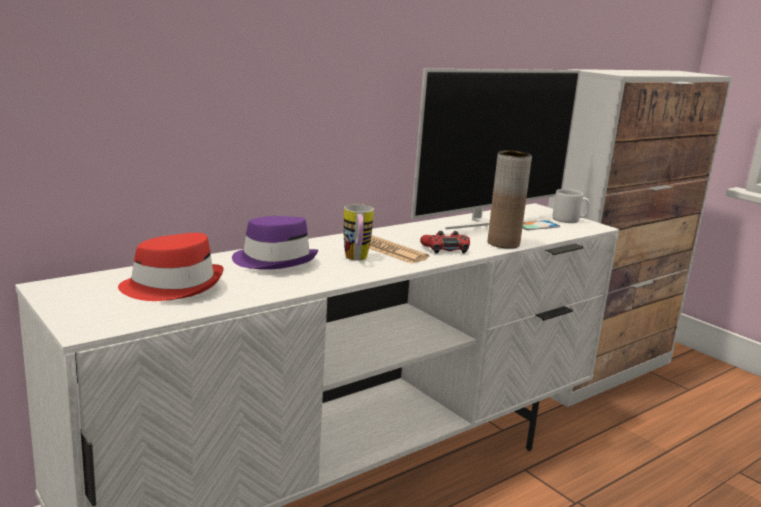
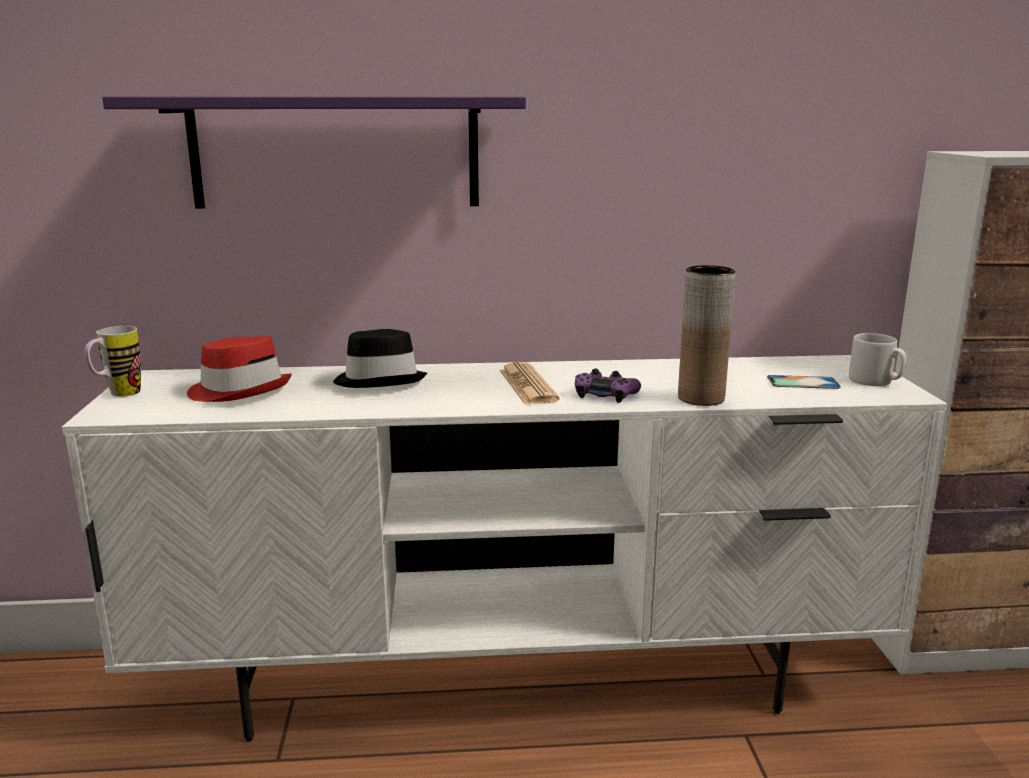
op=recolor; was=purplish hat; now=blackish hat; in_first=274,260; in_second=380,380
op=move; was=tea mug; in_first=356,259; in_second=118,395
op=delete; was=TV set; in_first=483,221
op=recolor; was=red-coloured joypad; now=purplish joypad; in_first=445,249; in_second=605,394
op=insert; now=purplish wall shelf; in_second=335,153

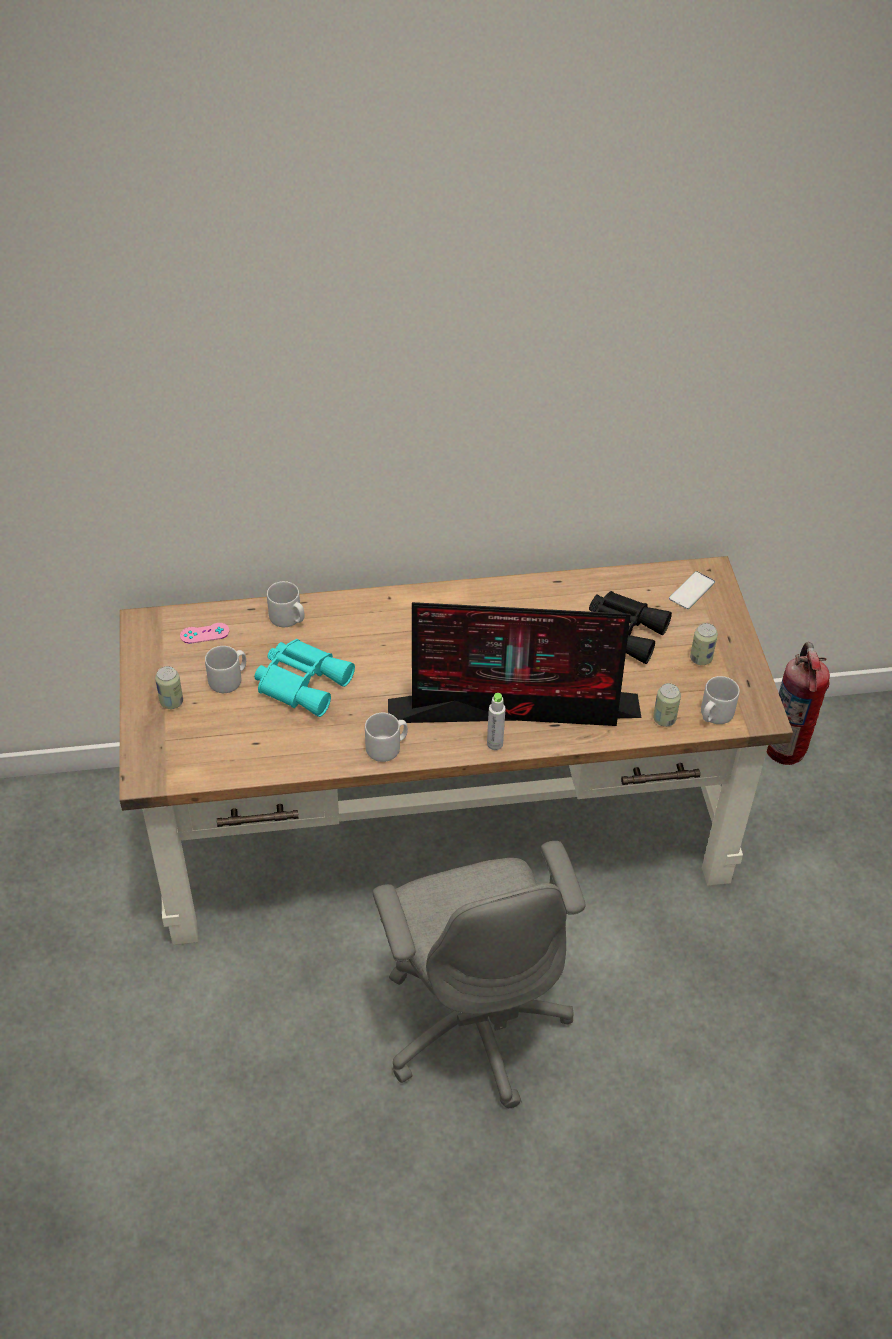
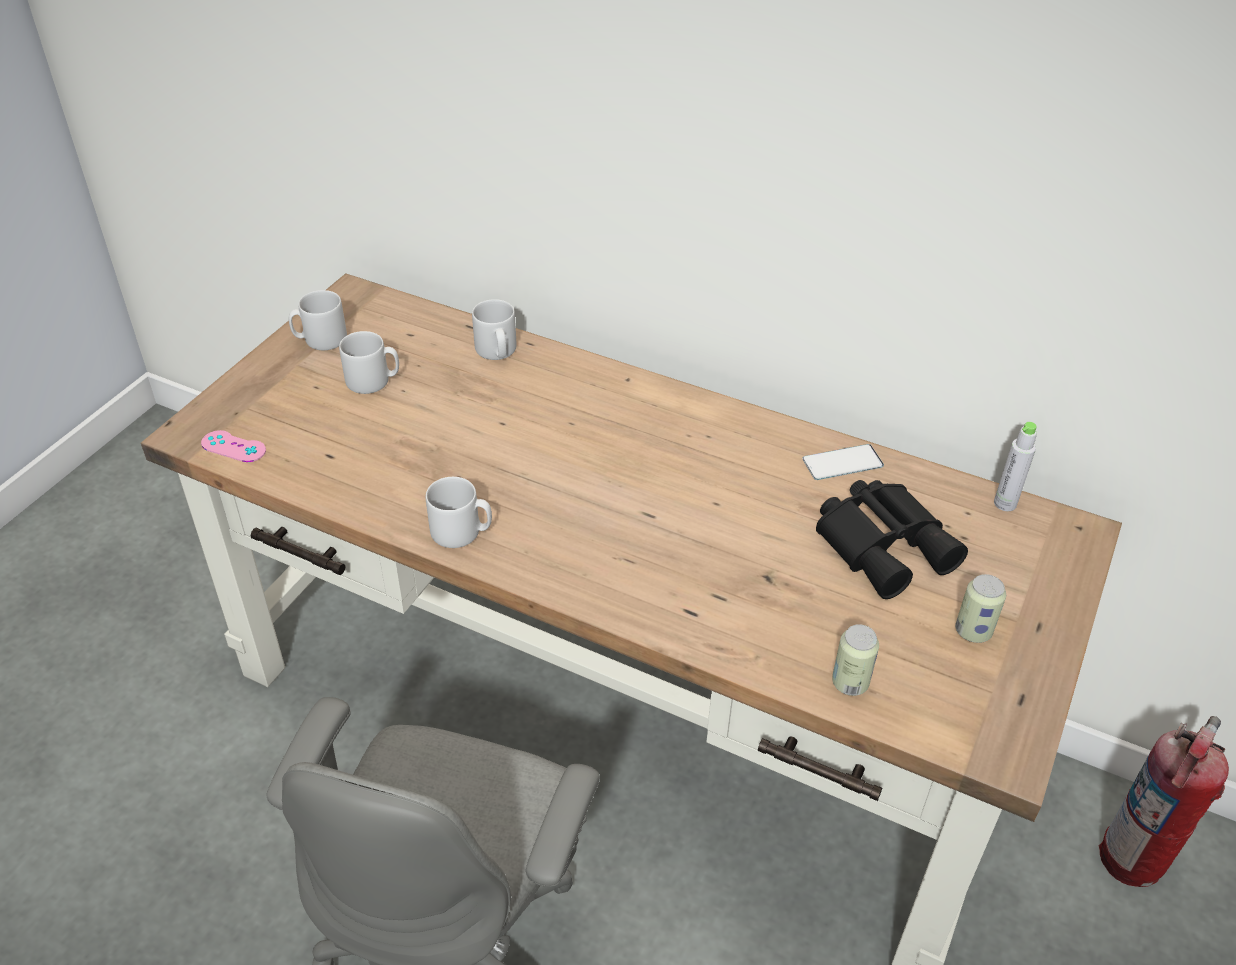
op=delete; was=sealed can; in_first=171,702
op=move; was=pink joypad; in_first=204,633; in_second=233,447
op=delete; was=blue-green field glasses; in_first=303,681
op=delete; was=computer screen; in_first=518,709
op=move; was=gray drink bottle; in_first=494,744; in_second=1005,503
op=move; was=handset; in_first=691,590; in_second=842,463
op=move; was=gray tea mug; in_first=714,715; in_second=320,339

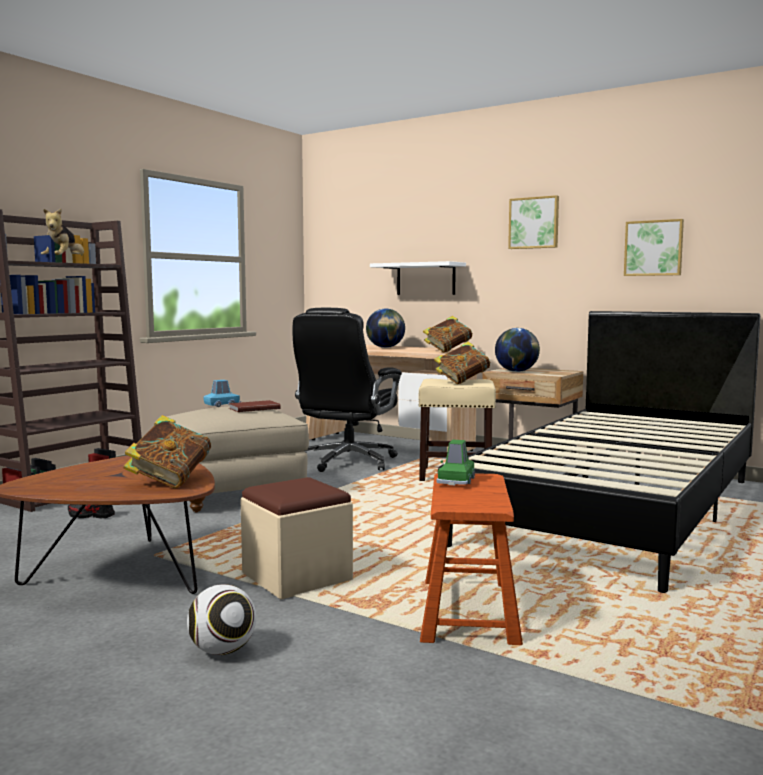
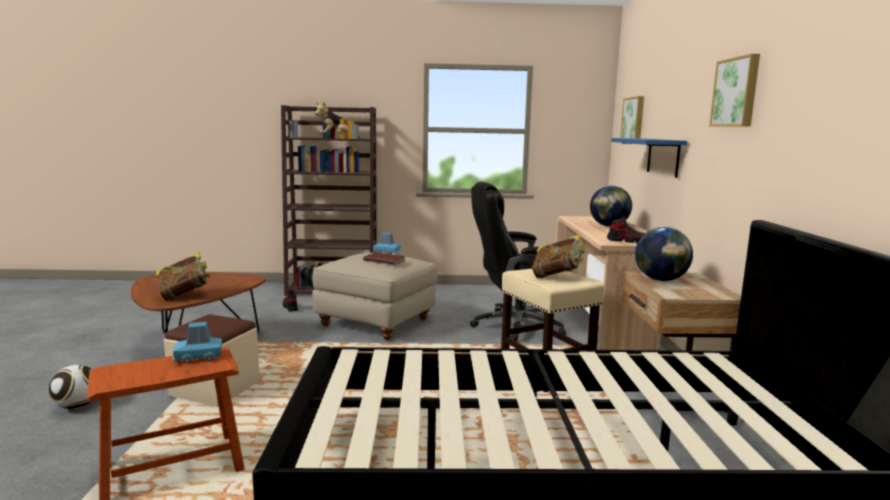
op=recolor; was=whitish wall shelf; now=blue wall shelf; in_first=425,279; in_second=663,157
op=replace; was=volume; now=item of footwear; in_first=448,351; in_second=626,241
op=recolor; was=green-coloured model car; now=blue model car; in_first=456,480; in_second=198,357
op=move; was=wall picture; in_first=653,248; in_second=634,120

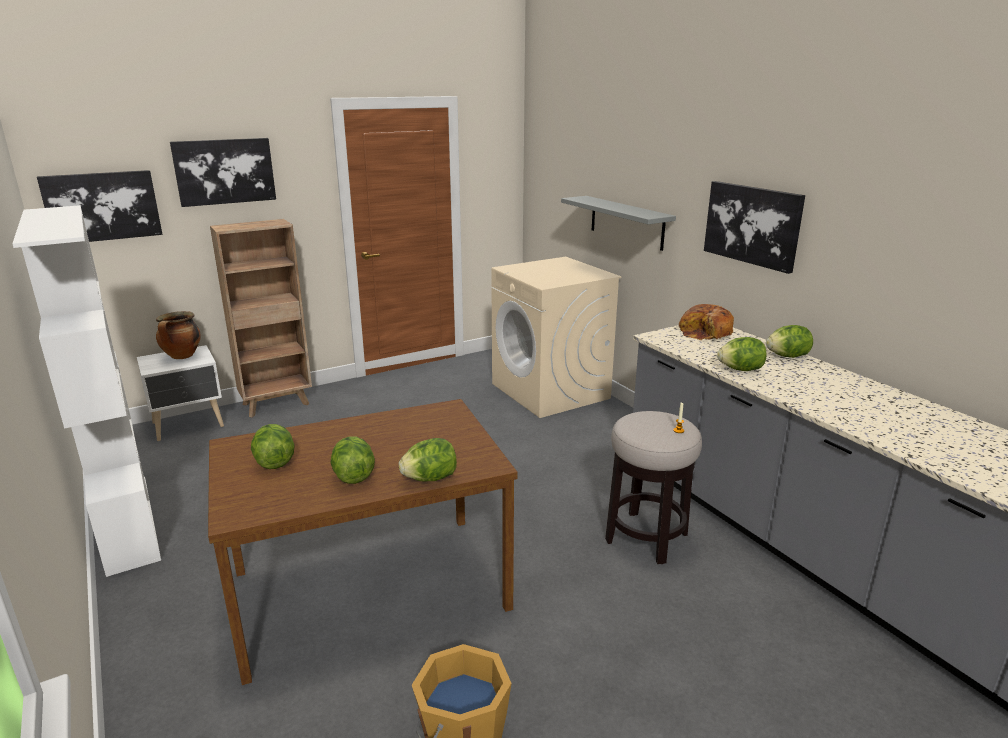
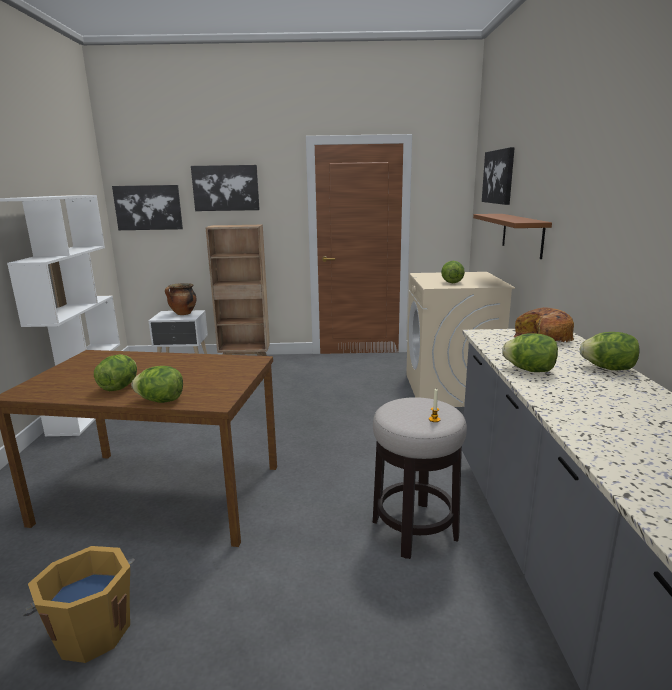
op=move; was=lettuce head; in_first=274,462; in_second=452,282
op=recolor; was=gray wall shelf; now=brown wall shelf; in_first=626,222; in_second=522,234
op=move; was=wall picture; in_first=752,224; in_second=499,176

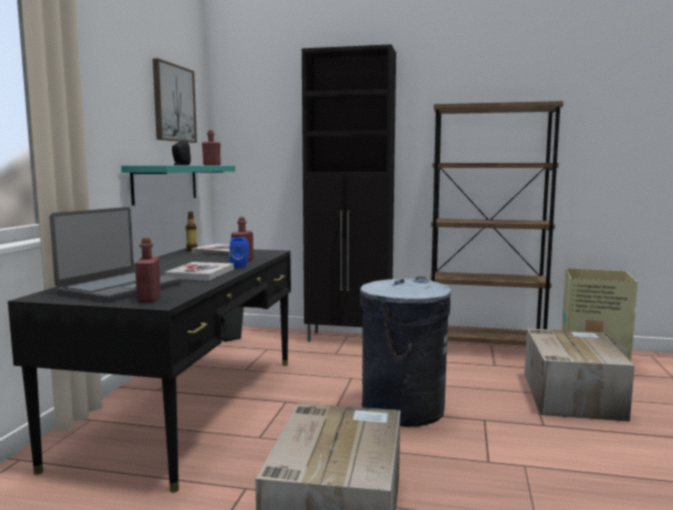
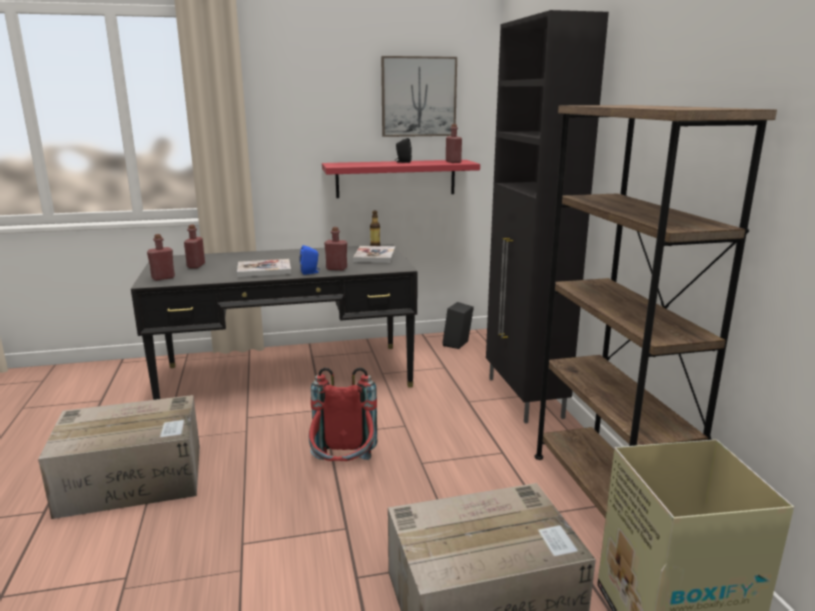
op=replace; was=notebook computer; now=red-coloured drink bottle; in_first=120,288; in_second=196,266
op=recolor; was=blue-green wall shelf; now=red-coloured wall shelf; in_first=165,183; in_second=396,178
op=replace; was=gray waste bin; now=red-coloured knapsack; in_first=402,409; in_second=343,470

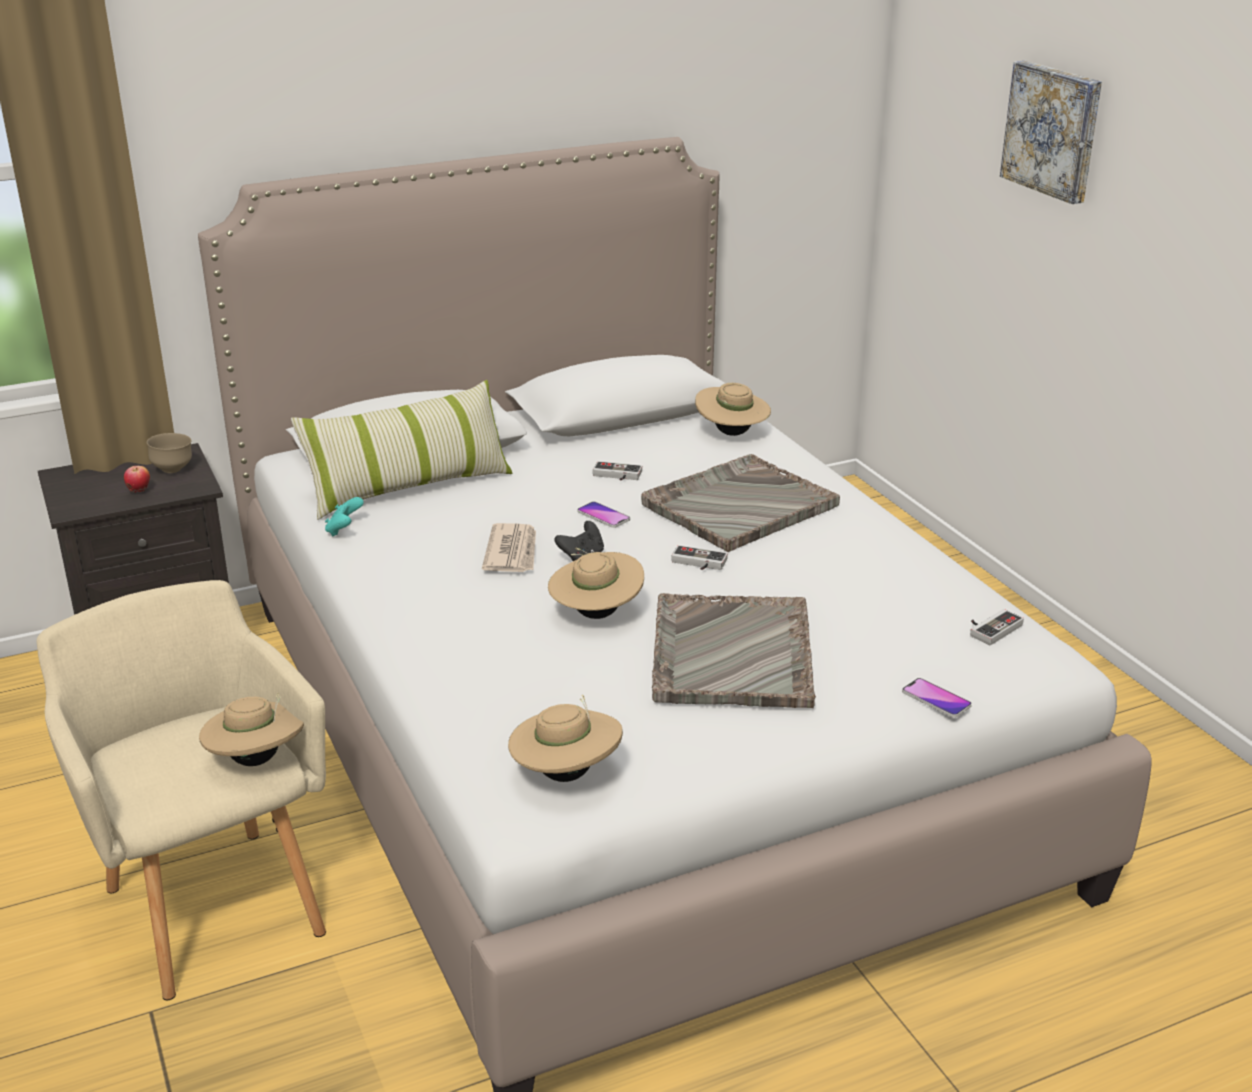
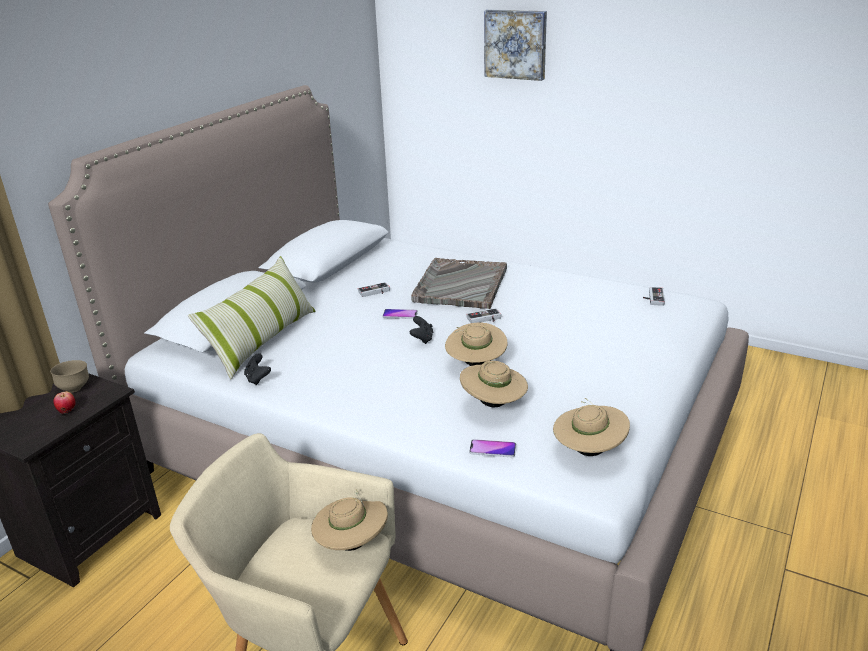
op=recolor; was=blue-green joypad; now=blackish joypad; in_first=344,530; in_second=258,379
op=delete; was=printed paper; in_first=512,552
op=delete; was=gray serving tray; in_first=731,655
op=move; was=sand-coloured hat; in_first=732,434; in_second=493,404
op=move; was=handset; in_first=936,699; in_second=492,449

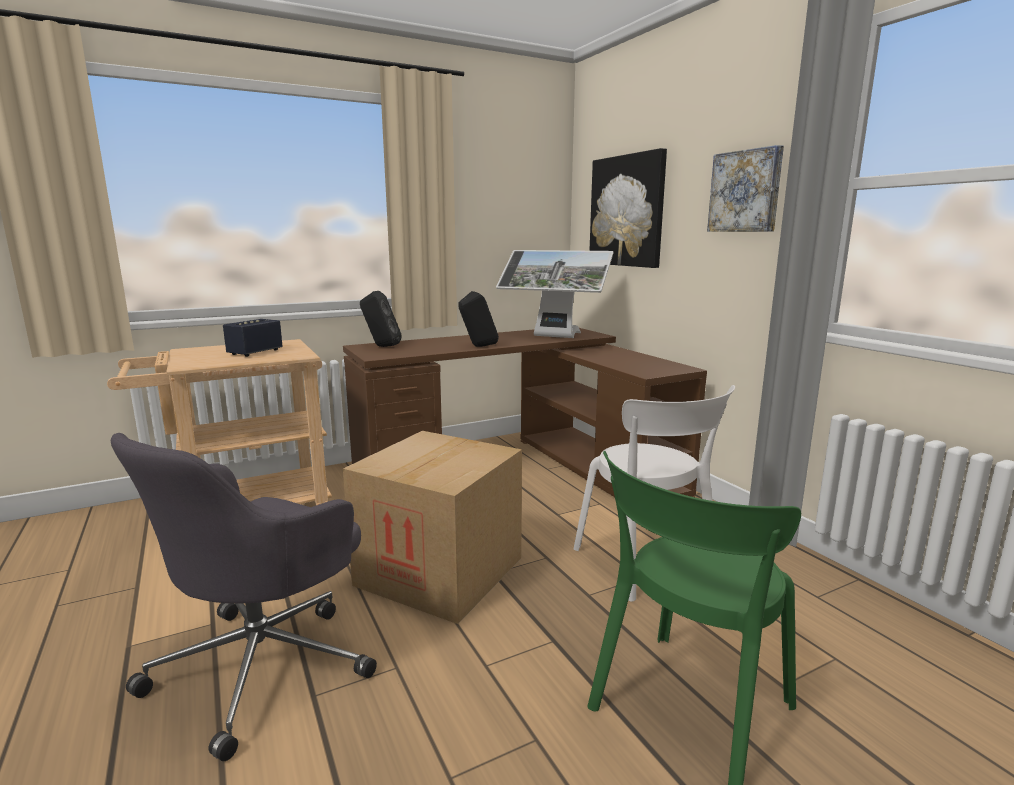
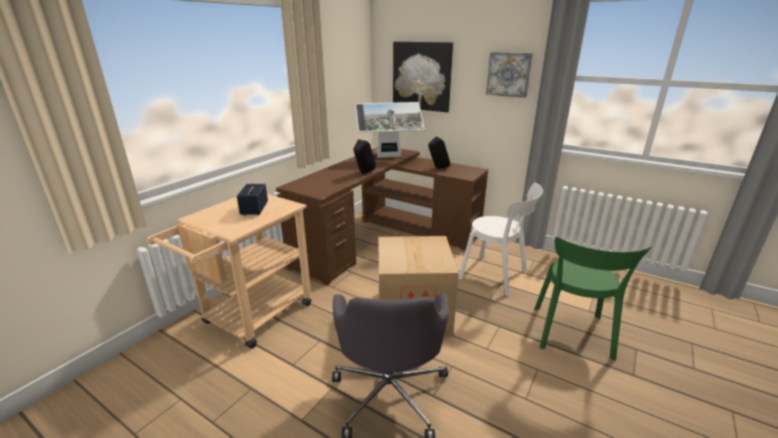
op=move; was=blackish audio speaker; in_first=381,346; in_second=438,168

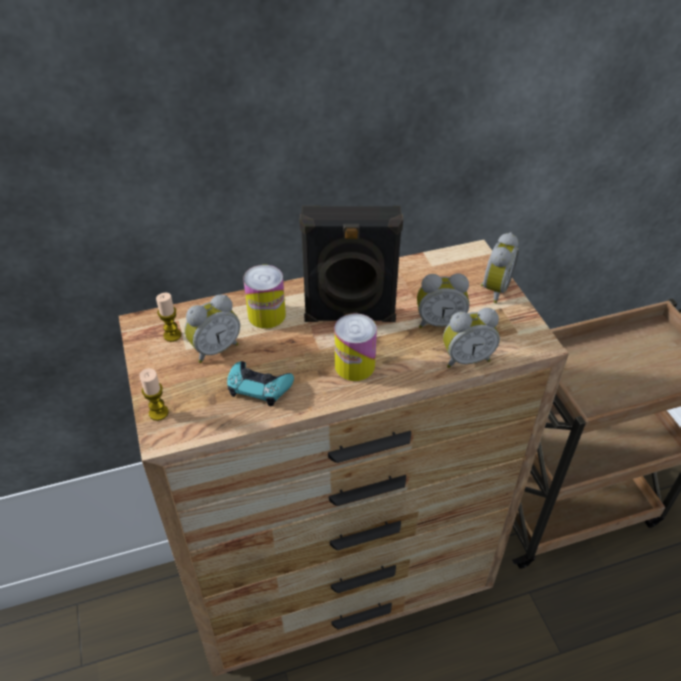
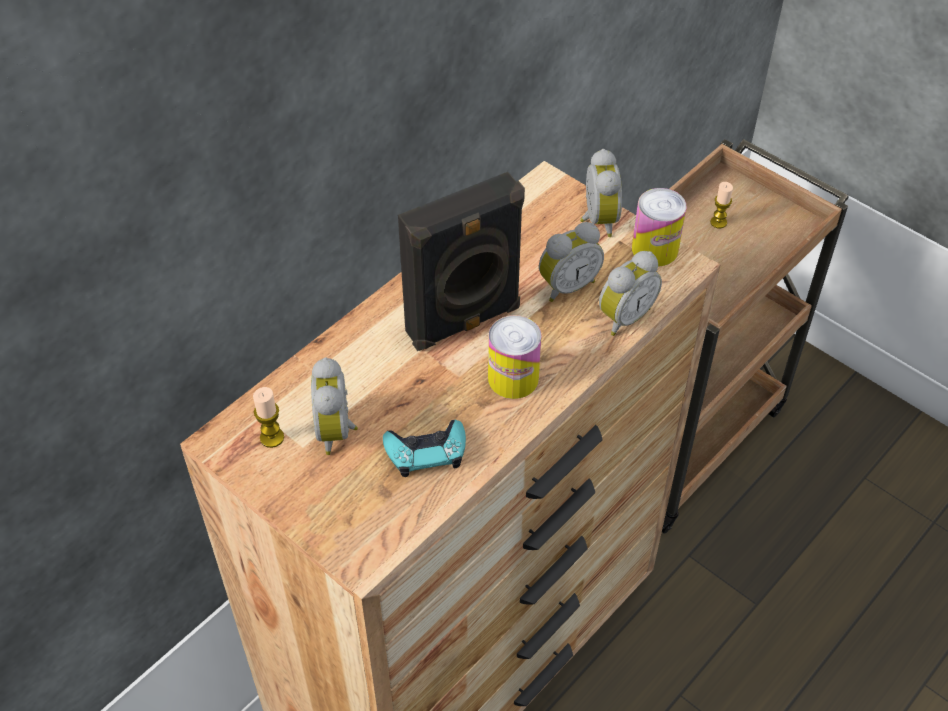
op=move; was=wax light; in_first=158,413; in_second=718,222
op=rotate; was=table clock; in_first=214,349; in_second=338,431; clockwise=150
op=move; was=sealed can; in_first=266,315; in_second=655,249

